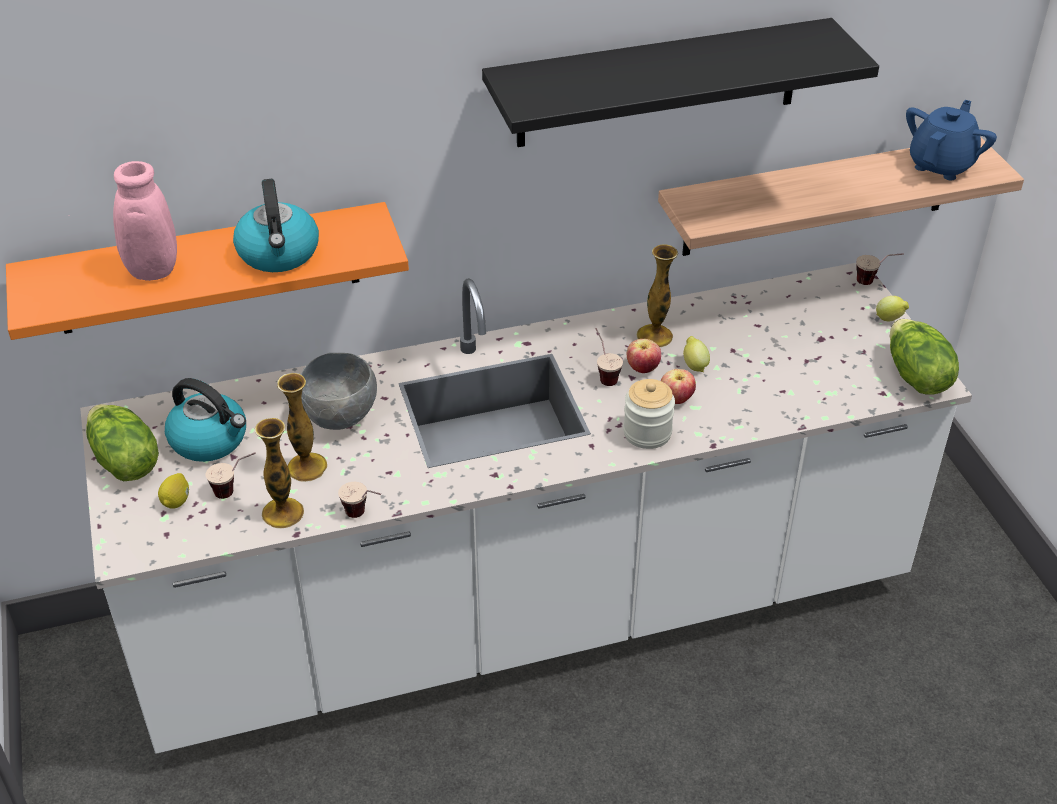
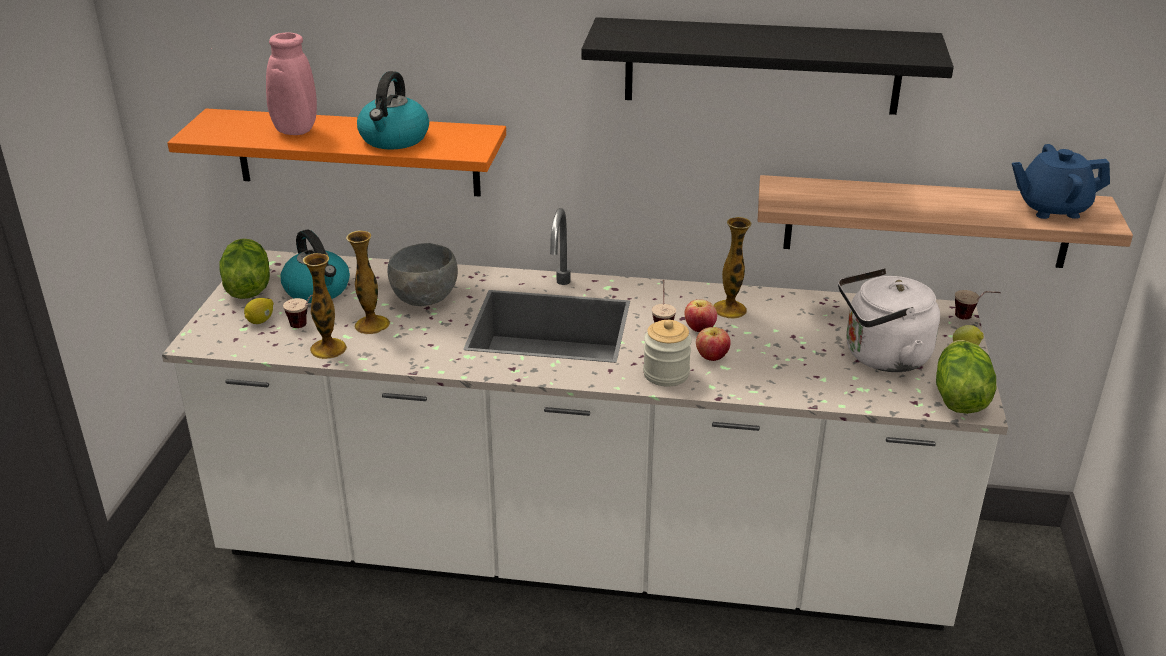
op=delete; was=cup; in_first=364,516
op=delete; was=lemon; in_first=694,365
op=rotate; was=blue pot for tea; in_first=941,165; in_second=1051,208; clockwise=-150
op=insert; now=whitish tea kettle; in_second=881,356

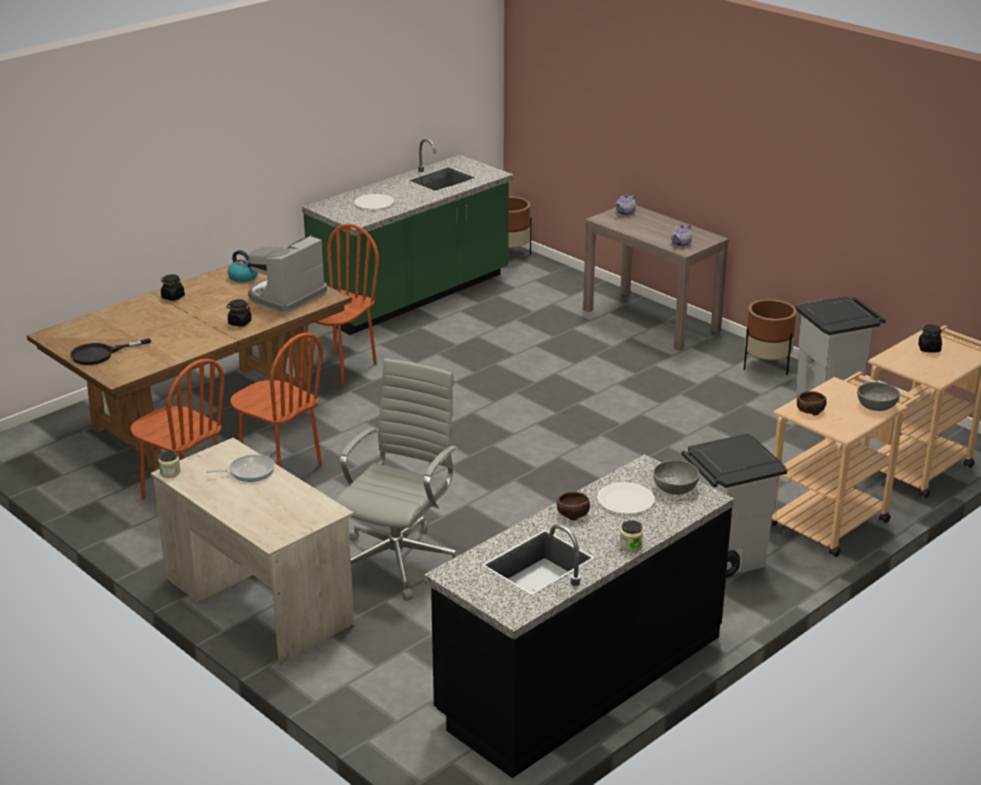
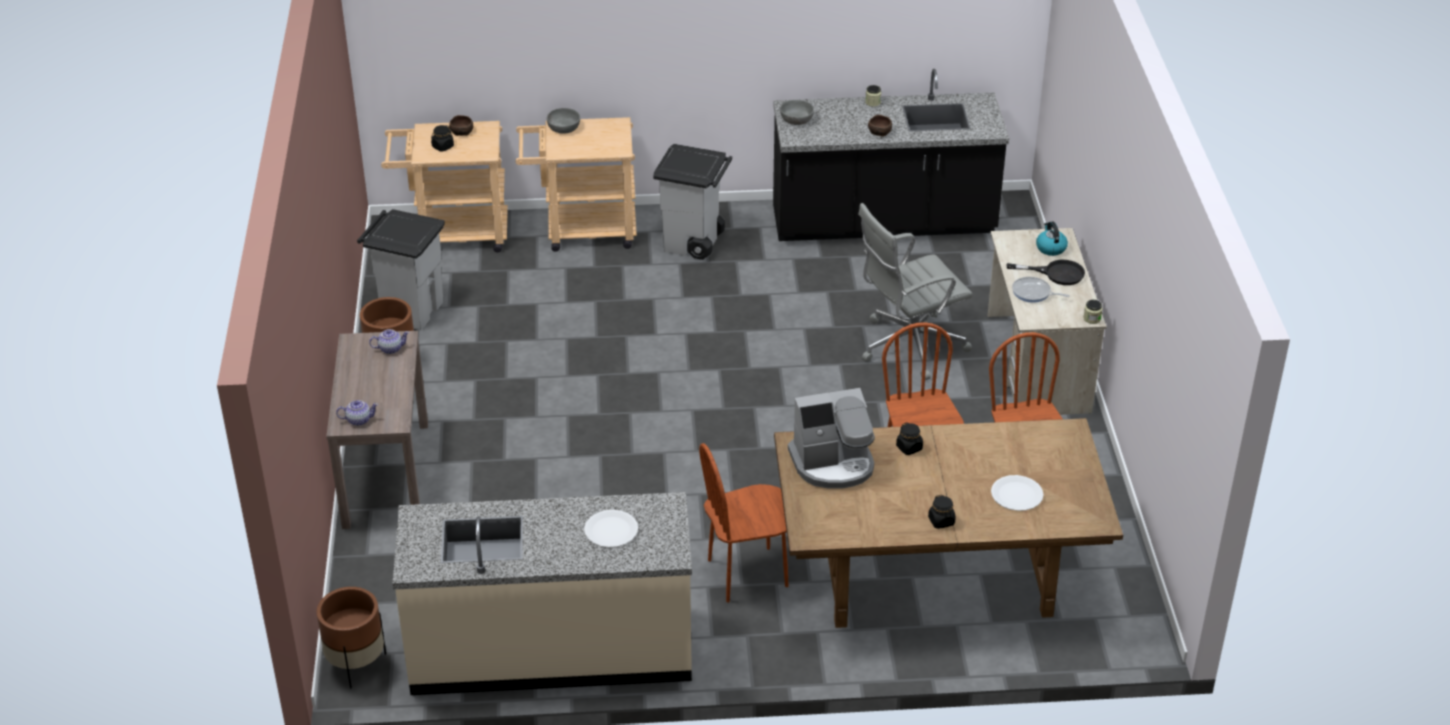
op=move; was=blackish pan; in_first=100,354; in_second=1056,273
op=move; was=tea kettle; in_first=244,277; in_second=1050,248
op=recolor; was=green-coloured kitchen counter; now=sand-coloured kitchen counter; in_first=413,296; in_second=551,649
op=move; was=whitish plate; in_first=625,500; in_second=1016,494
op=move; was=brown deep dish; in_first=809,410; in_second=462,132

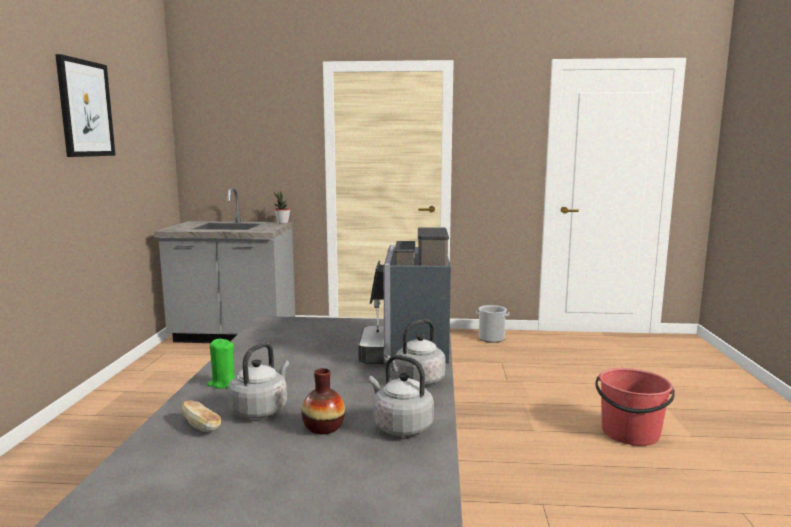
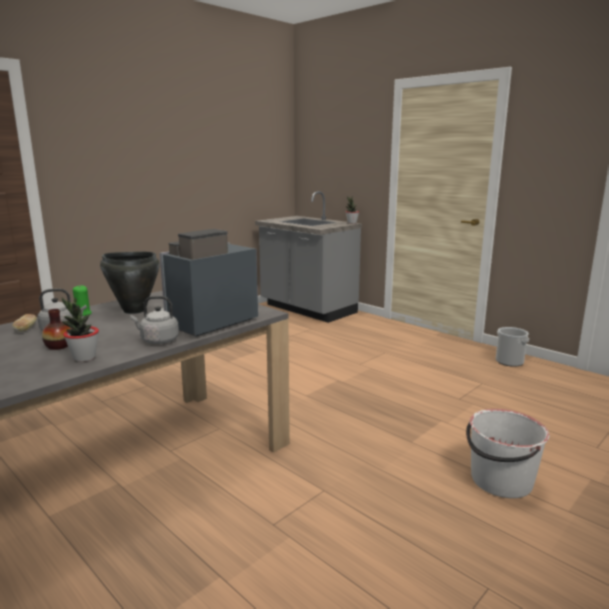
op=delete; was=wall picture; in_first=85,108
op=replace; was=gray tea kettle; now=houseplant; in_first=400,426; in_second=84,358
op=recolor; was=red-coloured water bucket; now=whitish water bucket; in_first=630,433; in_second=500,481
op=insert; now=blackish stockpot; in_second=134,310

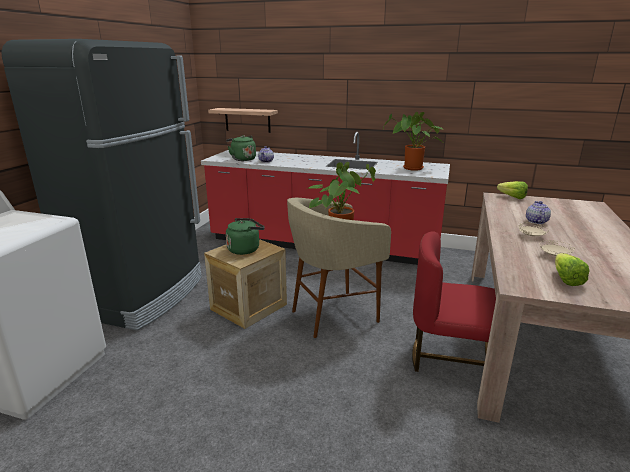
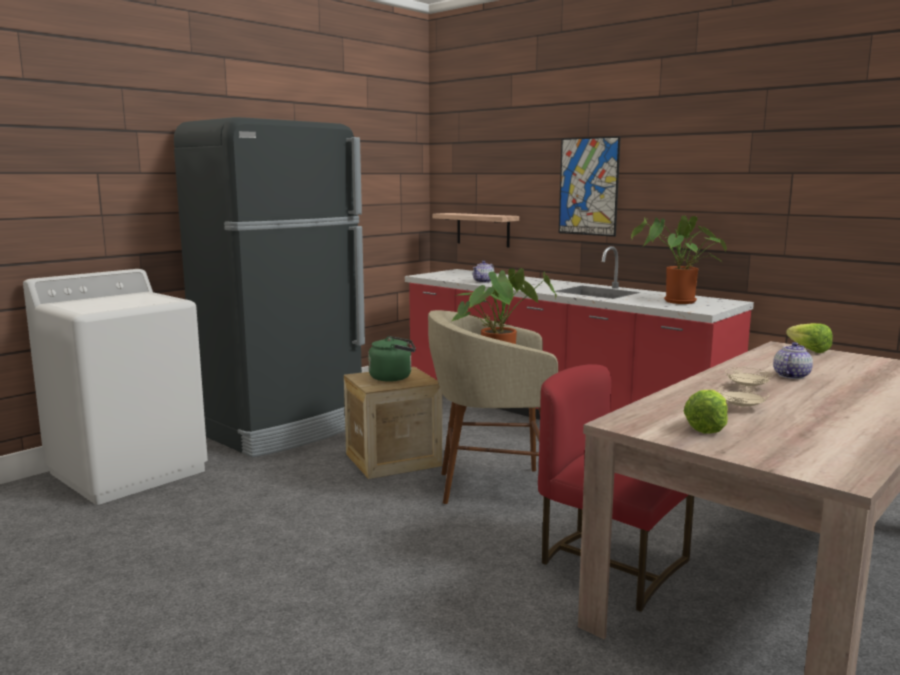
op=delete; was=green-coloured tea kettle; in_first=242,159
op=insert; now=wall picture; in_second=588,186

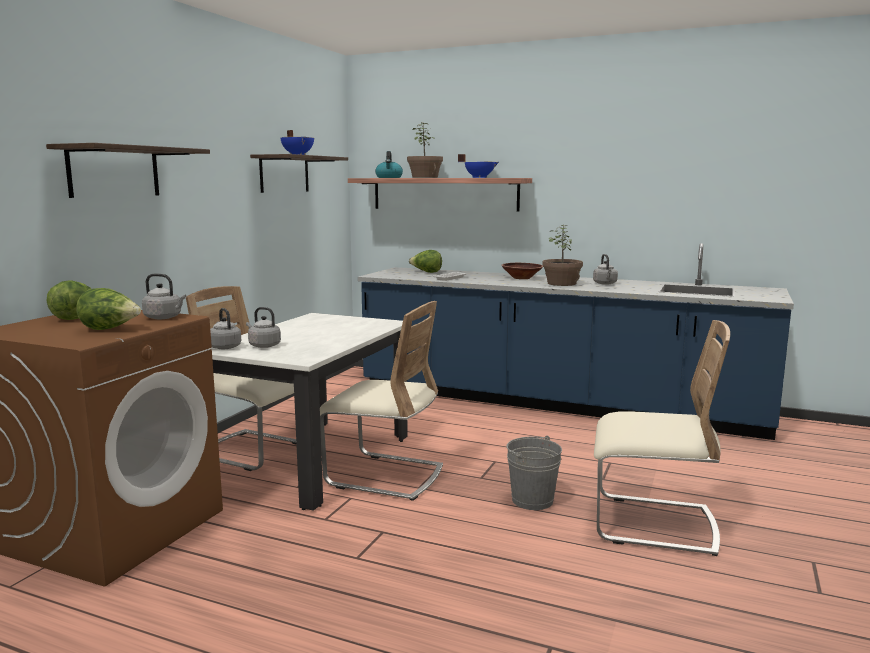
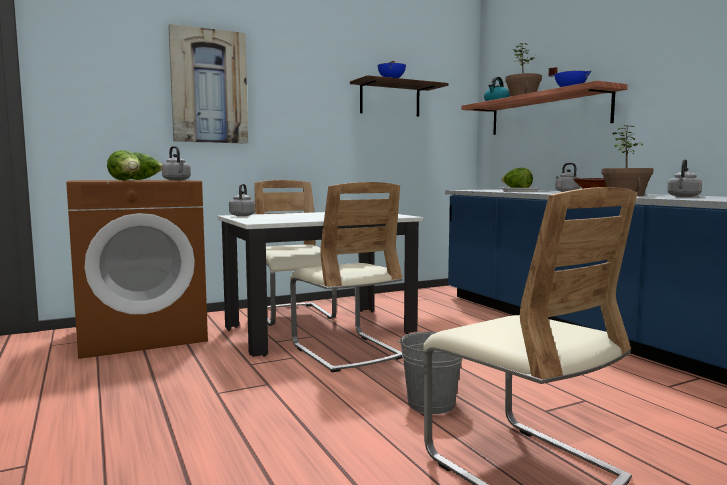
op=replace; was=wall shelf; now=wall picture; in_first=114,172; in_second=209,86
op=move; was=gray tea kettle; in_first=263,345; in_second=566,191

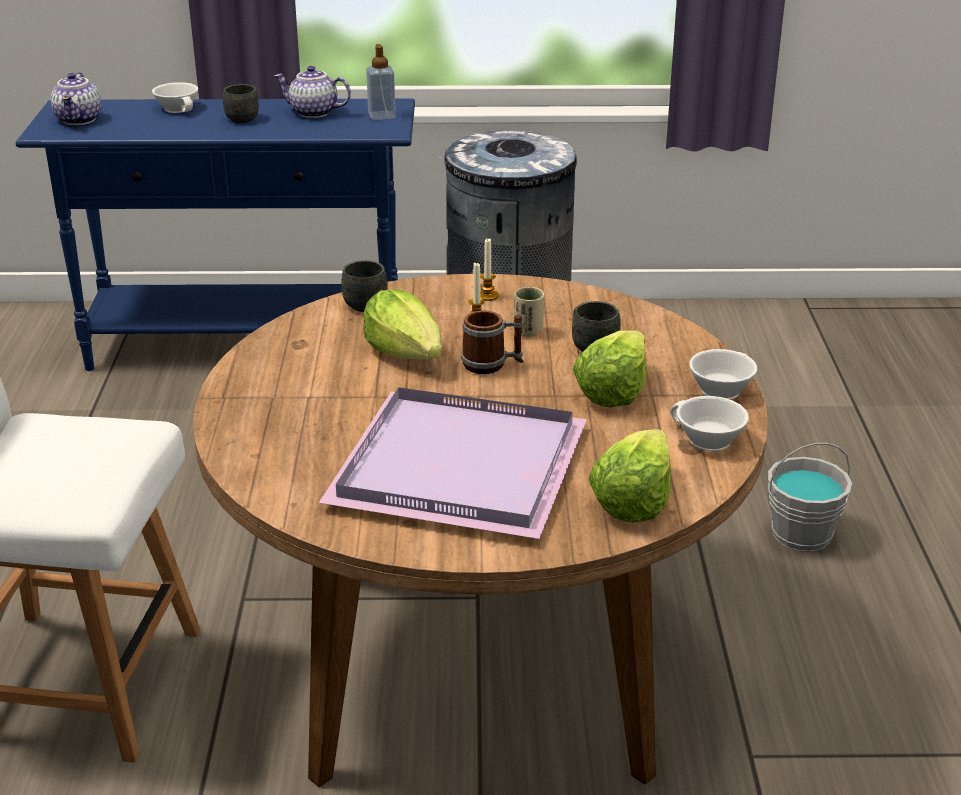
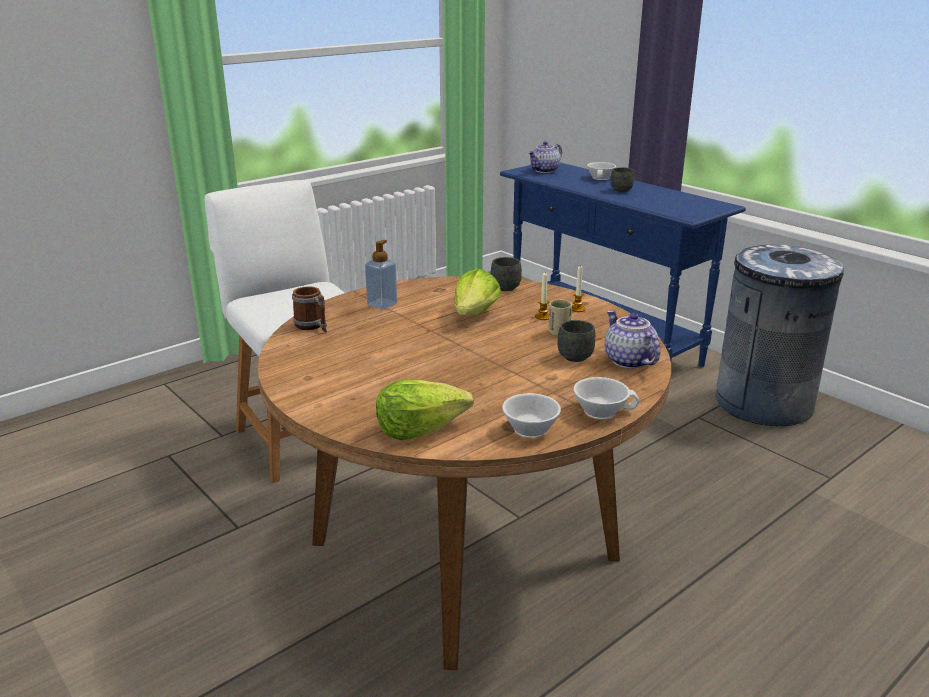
op=move; was=pot for tea; in_first=313,113; in_second=627,361
op=delete; was=purplish serving tray; in_first=464,466
op=move; was=soap dispenser; in_first=381,116; in_second=382,304
op=move; was=tea mug; in_first=492,364; in_second=313,326
op=delete; was=lettuce head; in_first=612,390
op=delete; was=gray water bucket; in_first=801,533

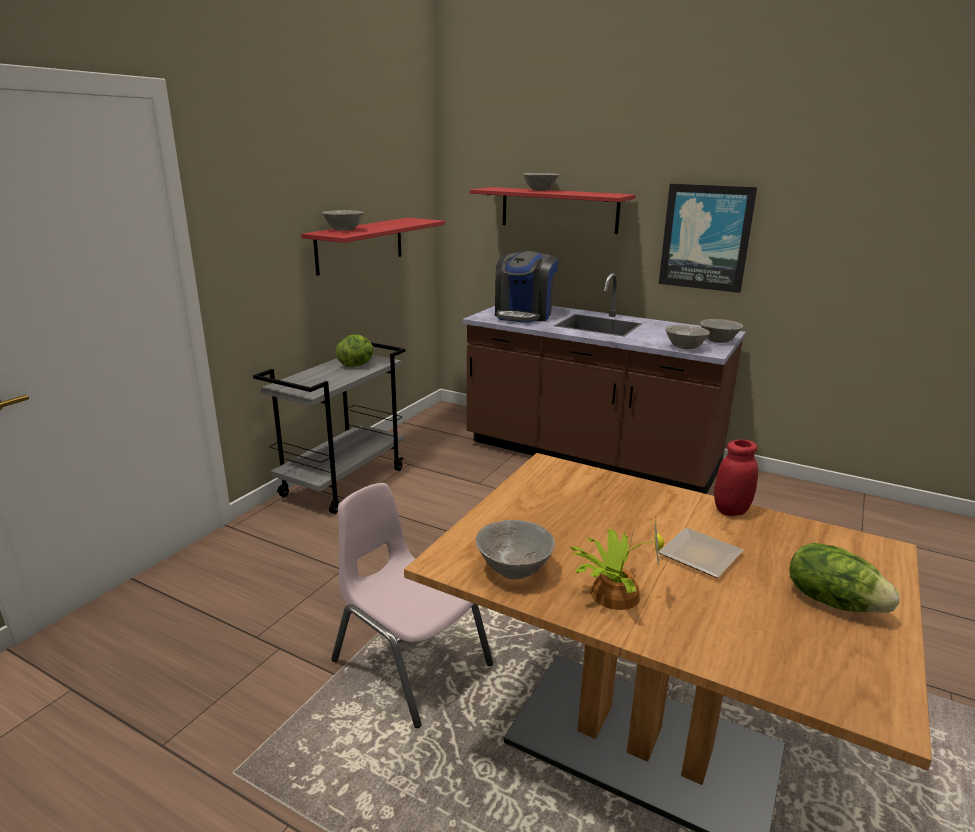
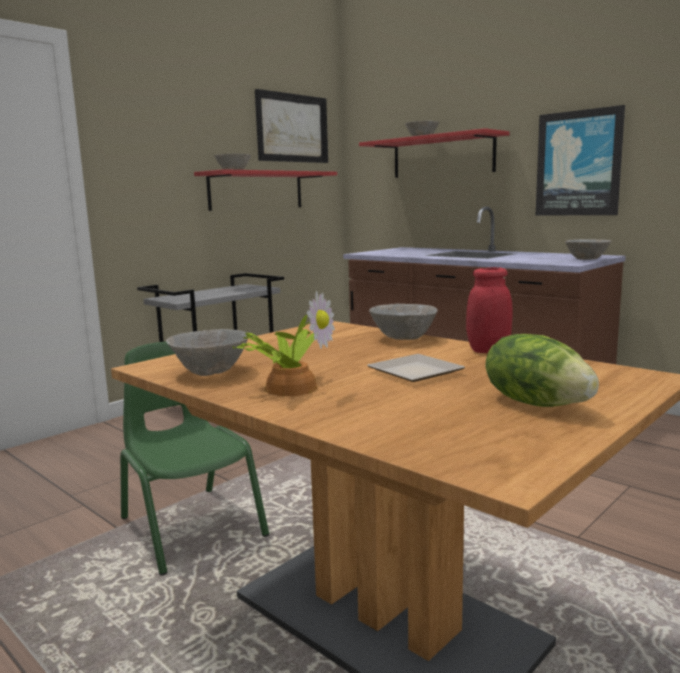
op=recolor; was=pink plain chair; now=green-coloured plain chair; in_first=410,662; in_second=191,526
op=delete; was=lettuce head; in_first=357,365
op=delete; was=coffee machine; in_first=524,315
op=move; was=gray deep dish; in_first=684,347; in_second=403,338
op=insert; now=wall picture; in_second=292,128

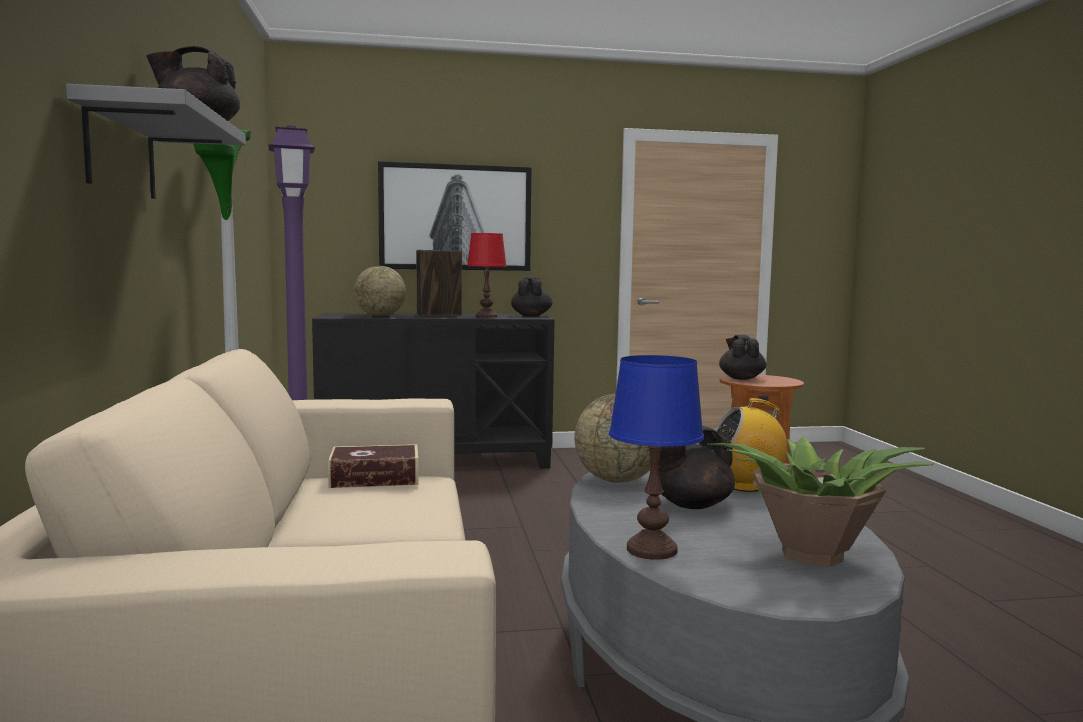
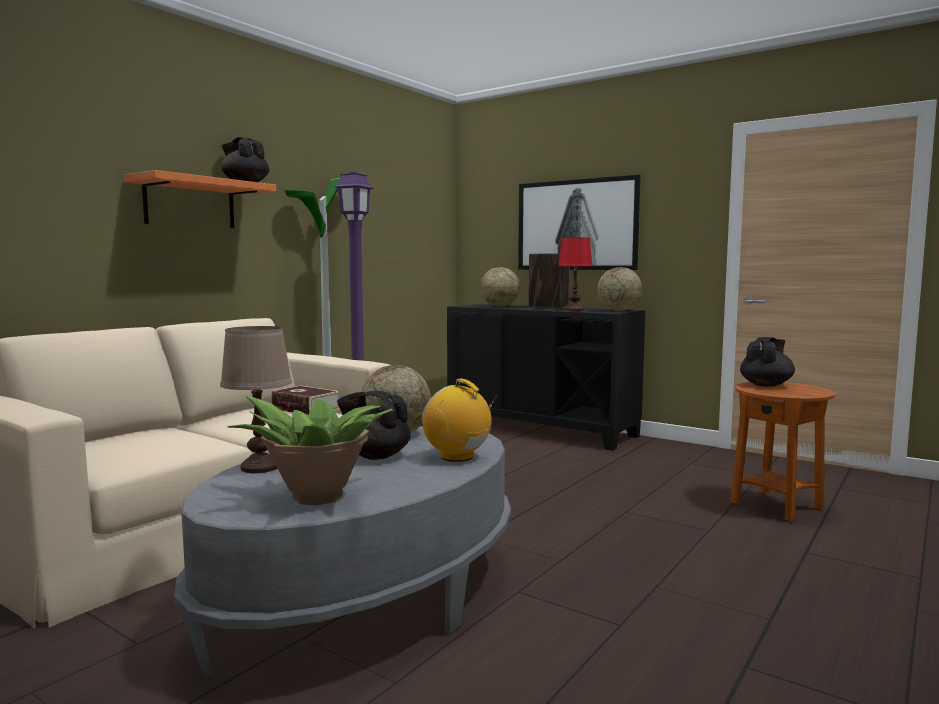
op=recolor; was=gray wall shelf; now=orange wall shelf; in_first=121,151; in_second=190,204
op=replace; was=blackish pot for tea; now=world globe; in_first=531,315; in_second=619,311
op=recolor; was=blue lamp for a table; now=brown lamp for a table; in_first=651,550; in_second=259,467

